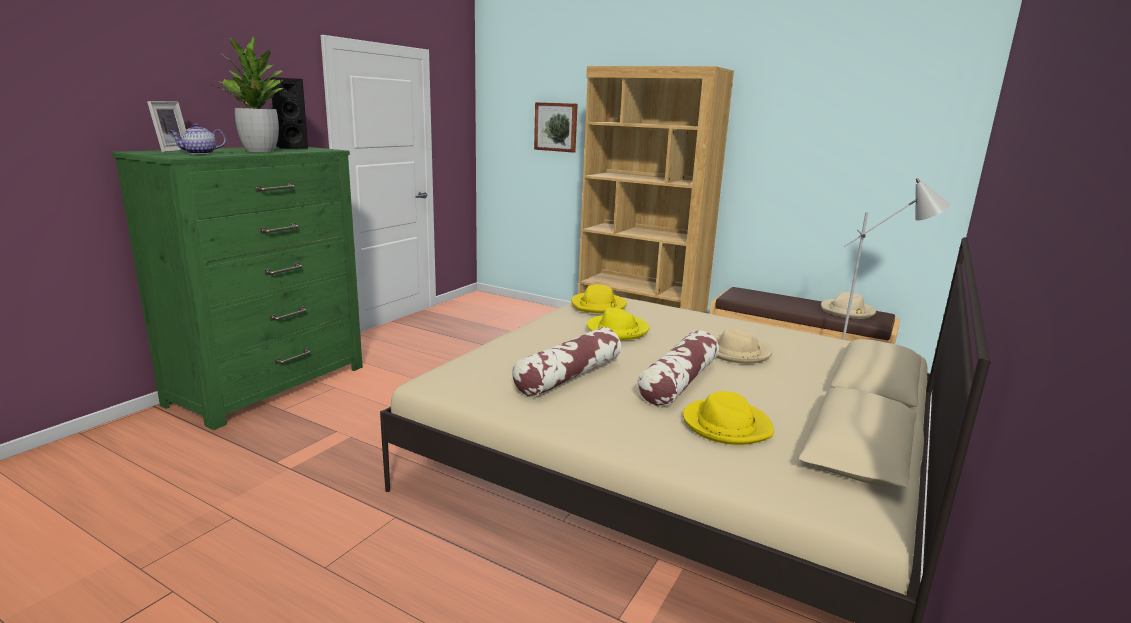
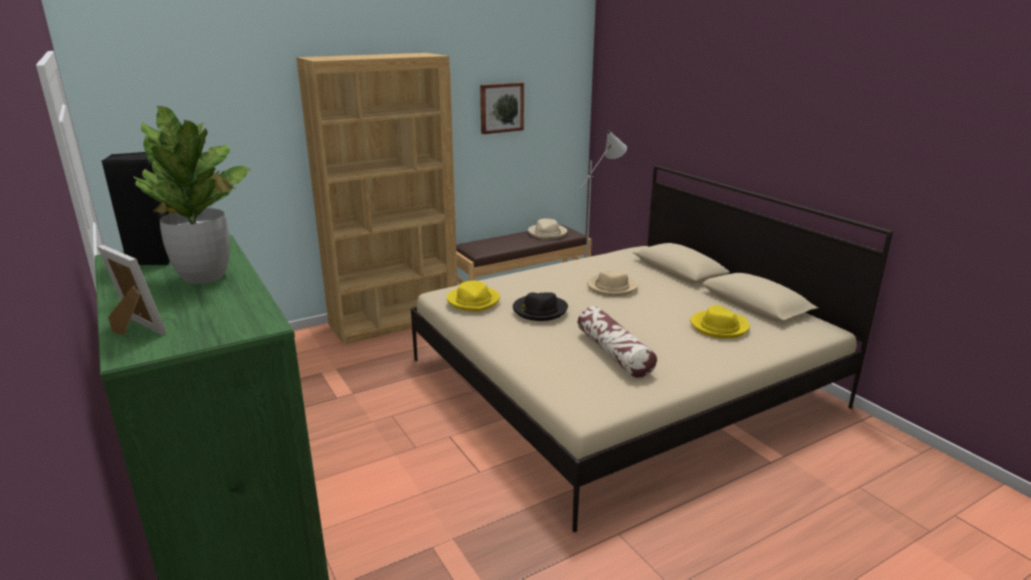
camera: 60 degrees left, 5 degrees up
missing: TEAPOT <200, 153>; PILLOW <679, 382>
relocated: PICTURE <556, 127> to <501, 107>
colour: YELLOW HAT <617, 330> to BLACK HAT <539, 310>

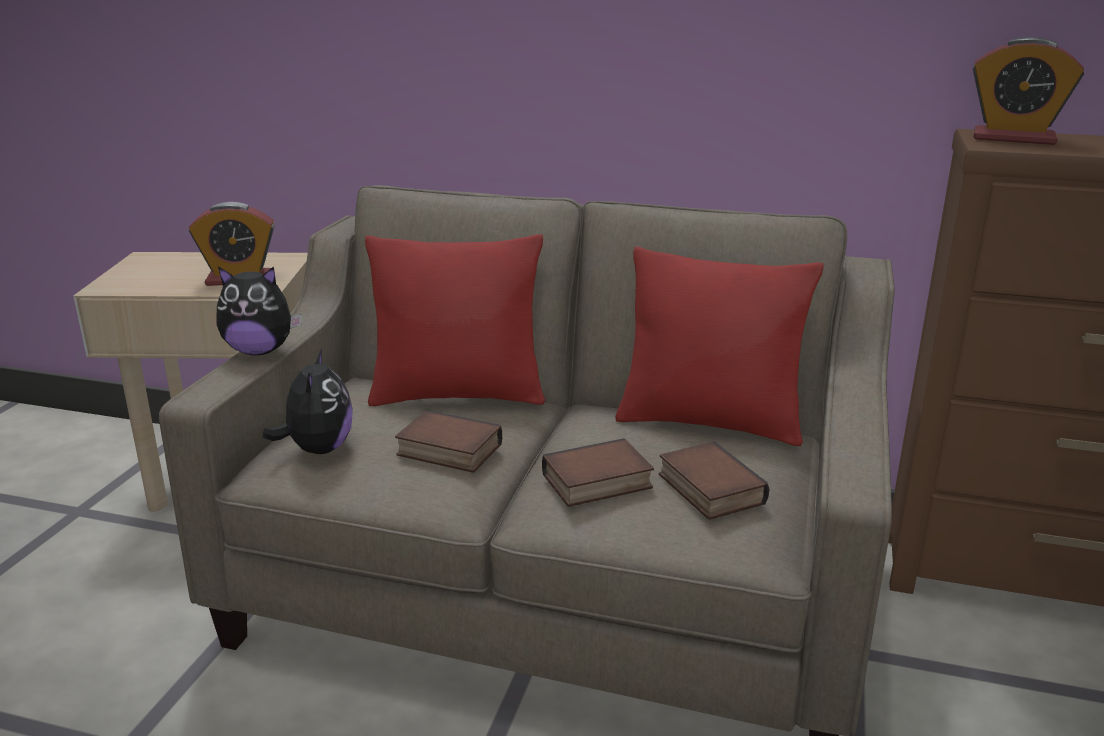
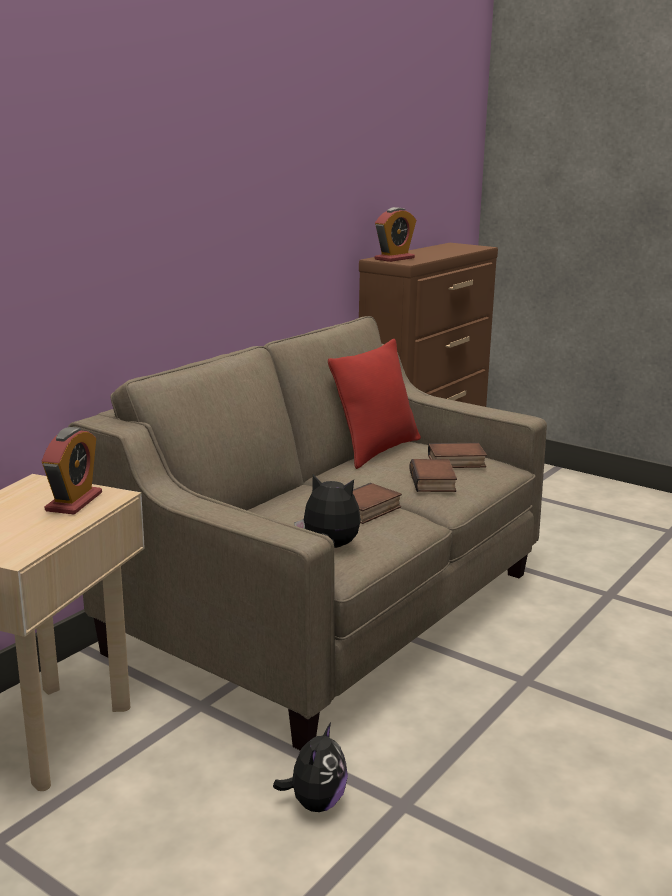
camera: 70 degrees left, 5 degrees down
missing: RED PILLOW <458, 395>
relocated: PLUSH TOY <260, 351> to <315, 803>

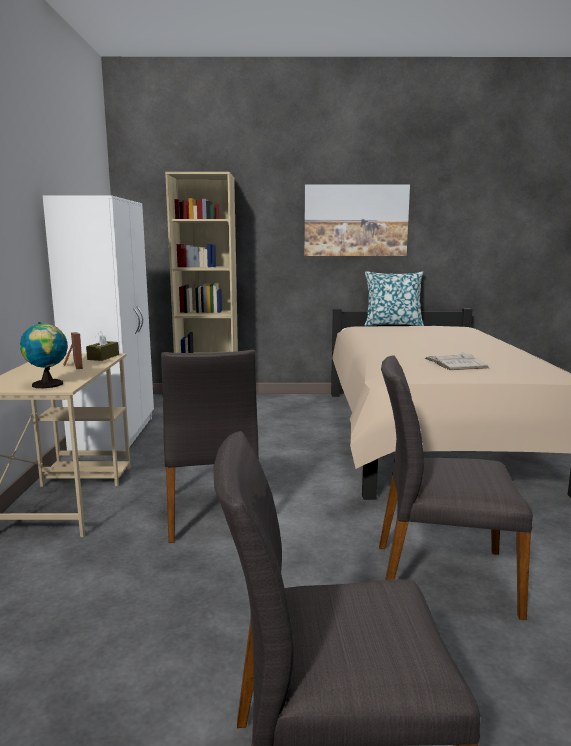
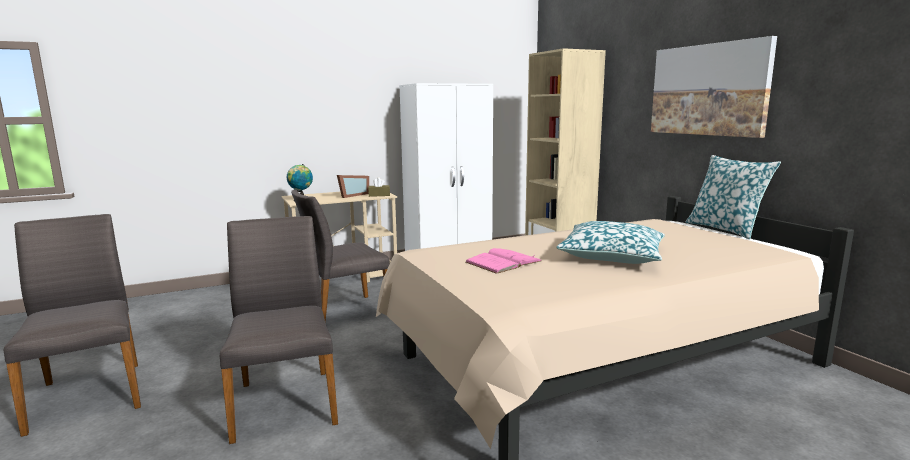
camera: 65 degrees right, 0 degrees up
appeared: PILLOW <612, 255>
colour: WHITE BOOK <455, 363> to PINK BOOK <503, 261>

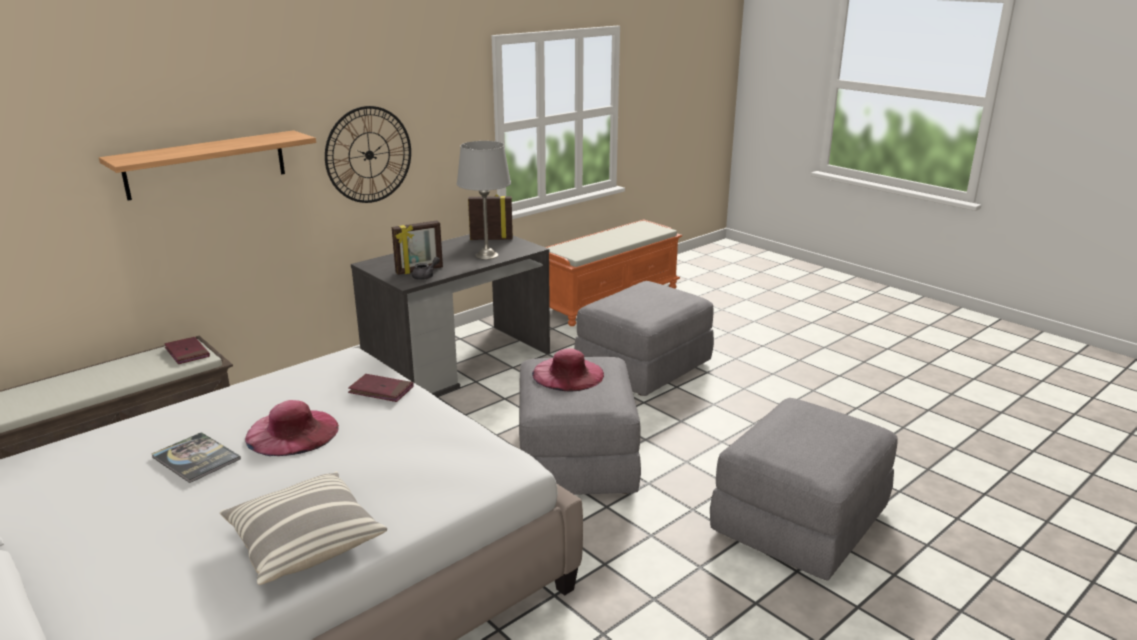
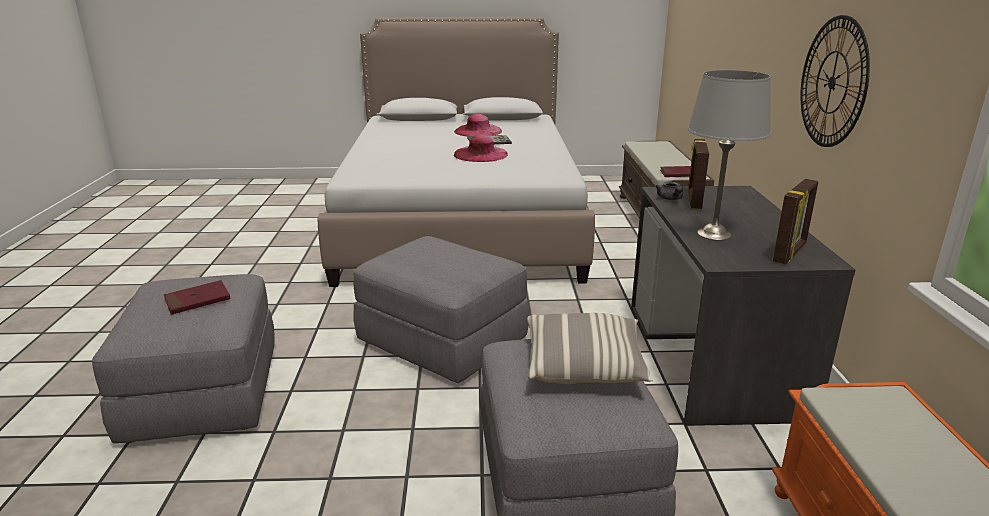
camera: 130 degrees right, 0 degrees up
missing: SHELF <206, 164>
relocated: RED BOOK <381, 390> to <197, 300>; PINK HAT <568, 374> to <478, 131>; PILLOW <304, 542> to <584, 366>

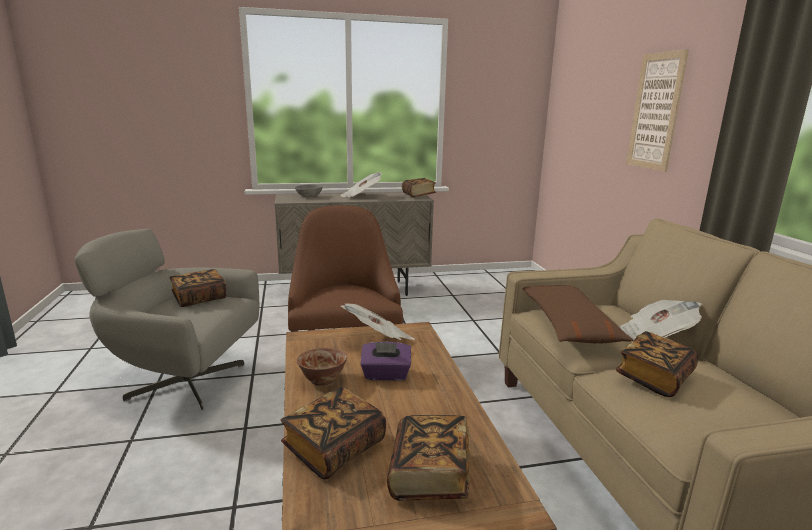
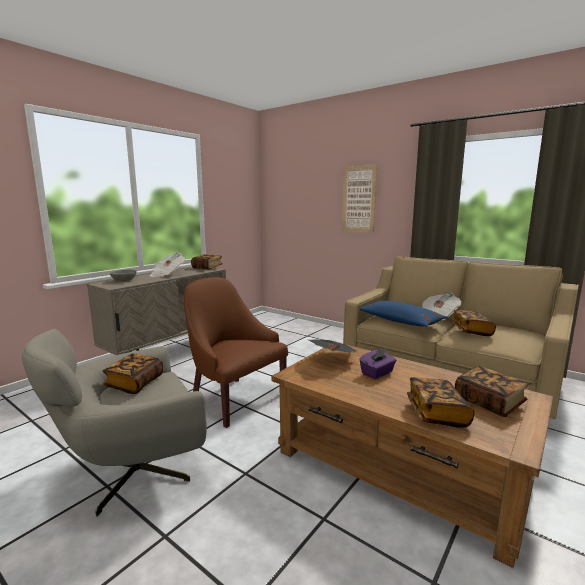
camera: 40 degrees left, 5 degrees down
missing: BOWL <322, 380>
colour: BROWN PILLOW <568, 325> to BLUE PILLOW <400, 321>

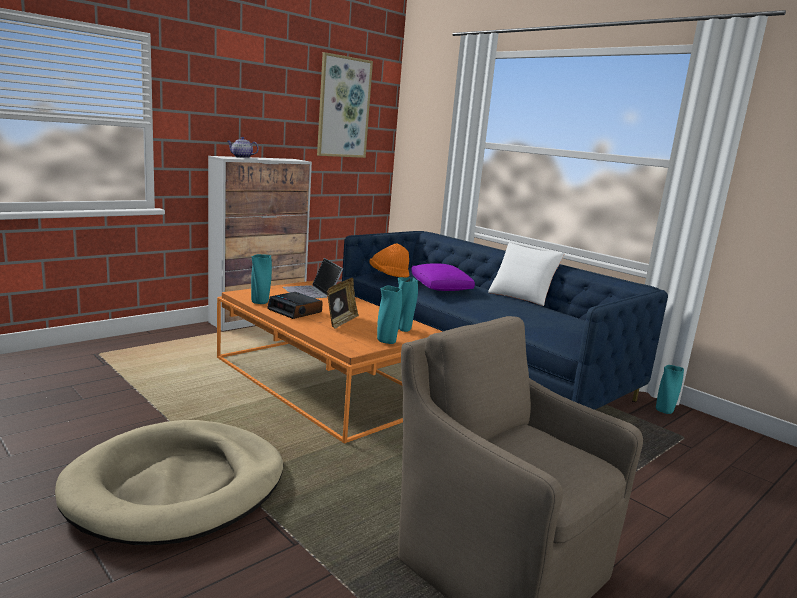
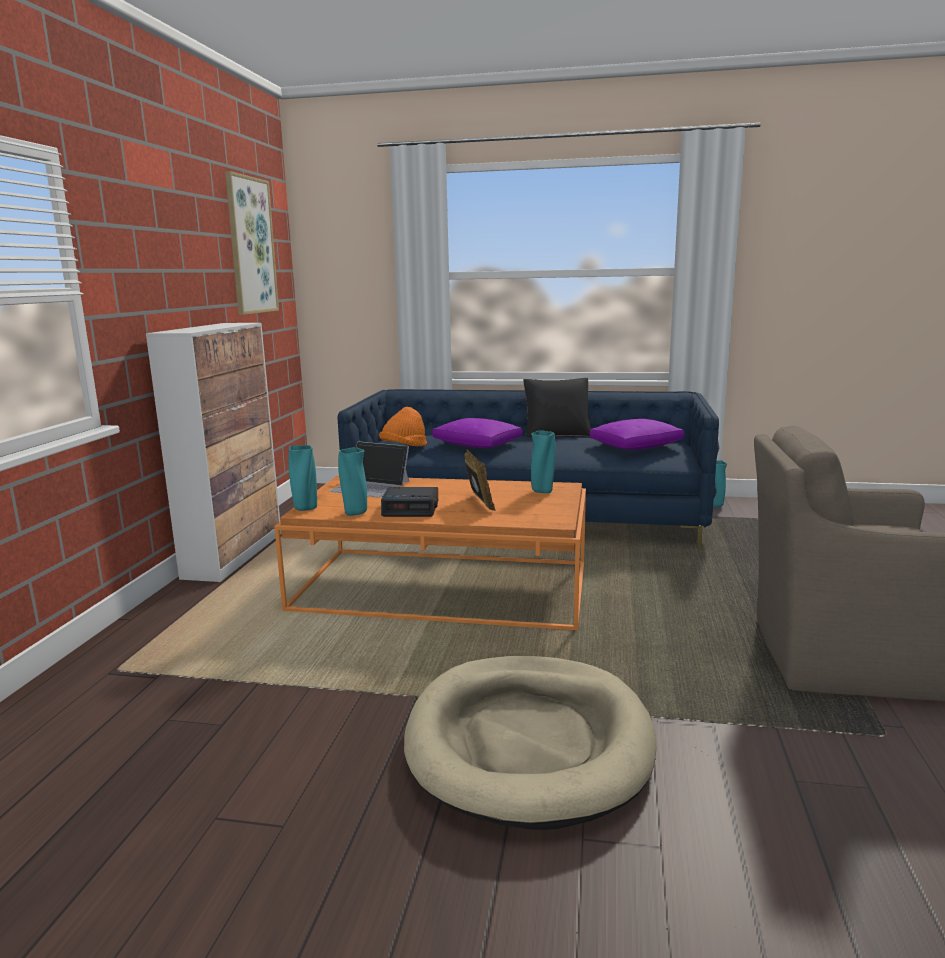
camera: 35 degrees left, 0 degrees up
missing: TEAPOT <241, 157>
appeared: PURPLE PILLOW <636, 446>
relocated: TURQUOISE VASE <387, 341> to <305, 509>
colour: WHITE PILLOW <522, 296> to BLACK PILLOW <557, 433>

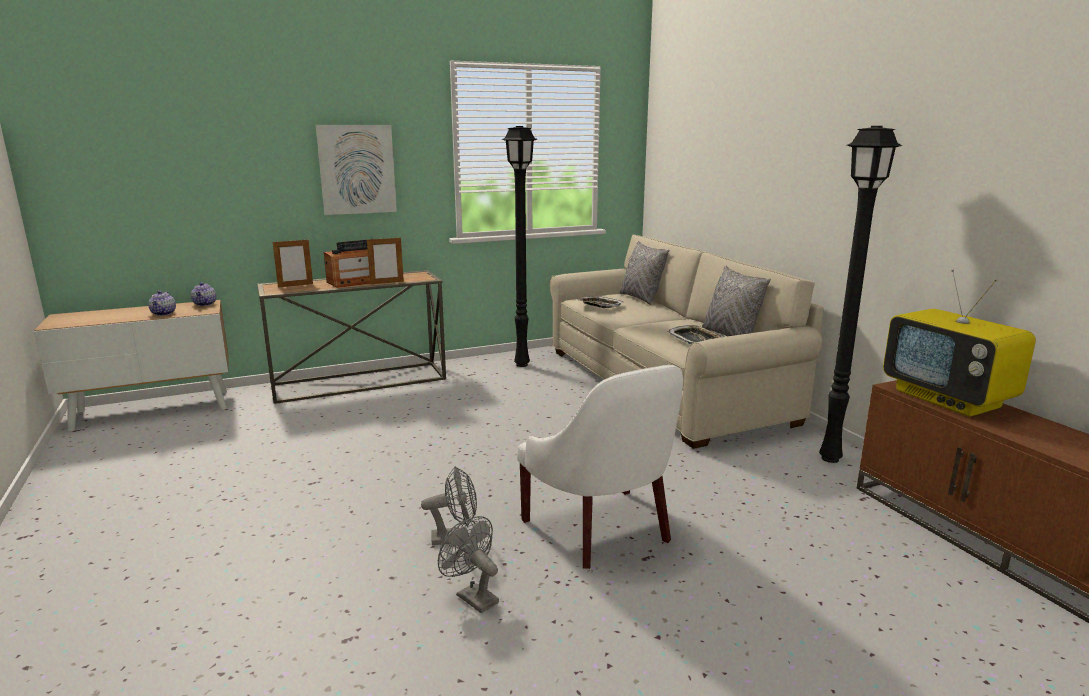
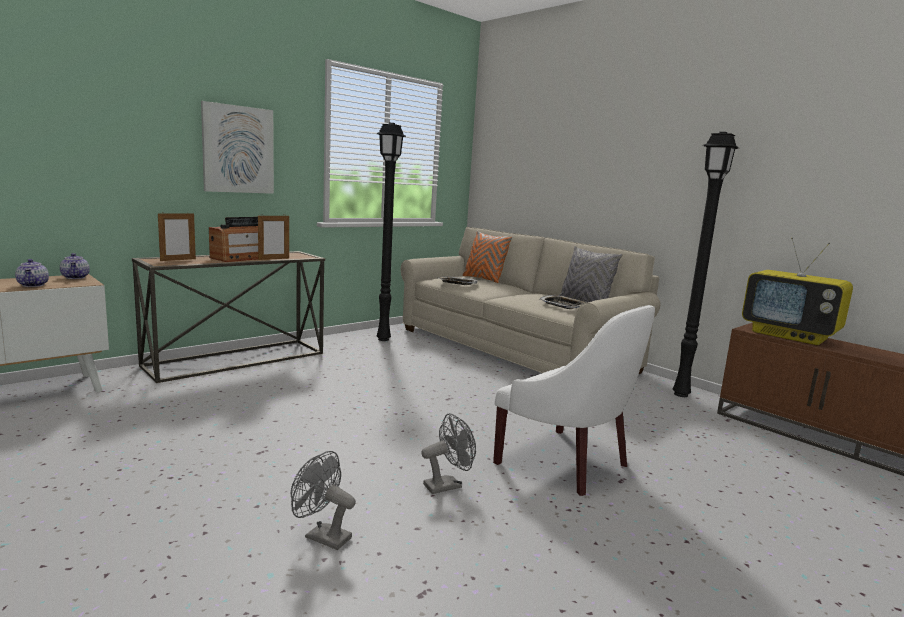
camera: 20 degrees left, 5 degrees down
relocated: GREY FAN <472, 596> to <322, 536>
colour: GREY PILLOW <640, 298> to ORANGE PILLOW <484, 279>

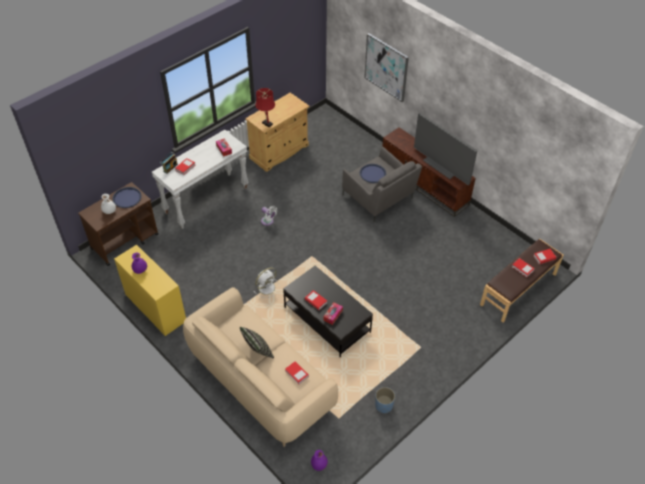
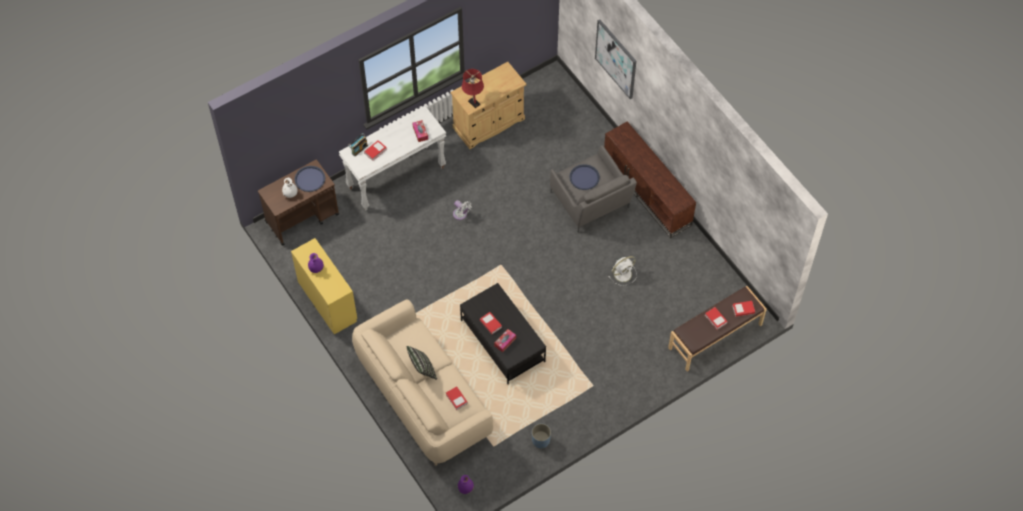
camera: 10 degrees right, 10 degrees up
missing: TELEVISION <442, 166>
relocated: WHITE FAN <267, 287> to <623, 273>

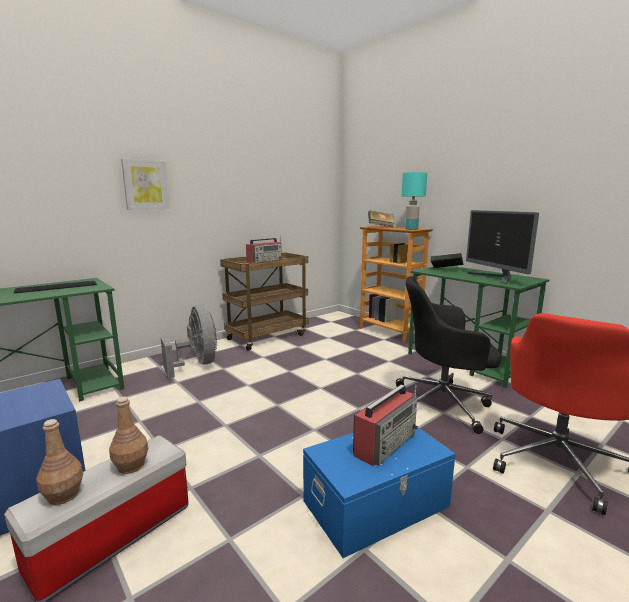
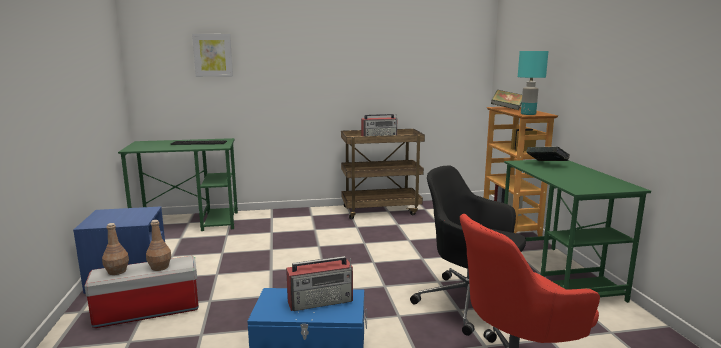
camera: 30 degrees right, 0 degrees up
missing: GREY FAN <197, 364>; MONITOR <496, 278>
relocated: PICTURE <145, 185> to <213, 55>

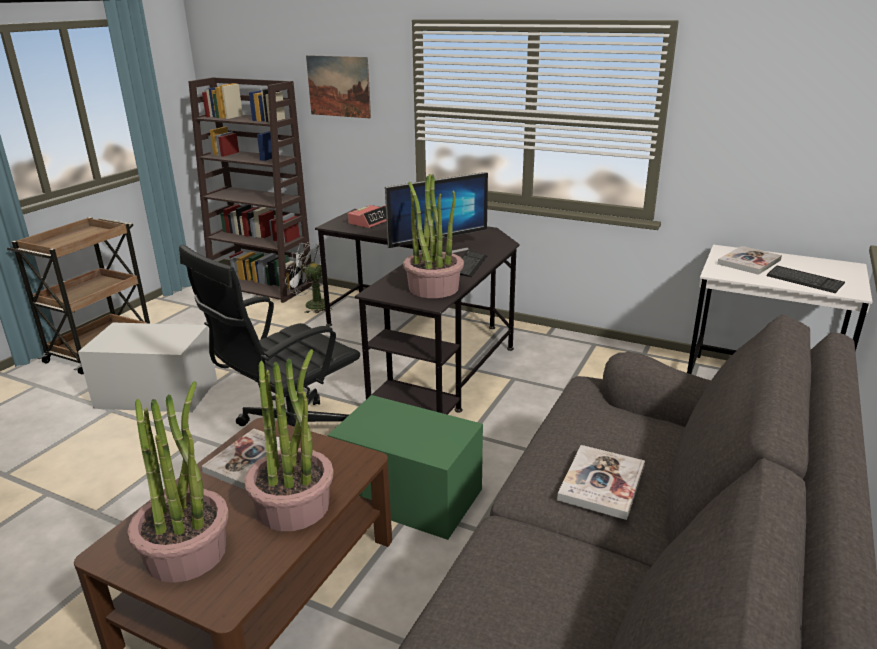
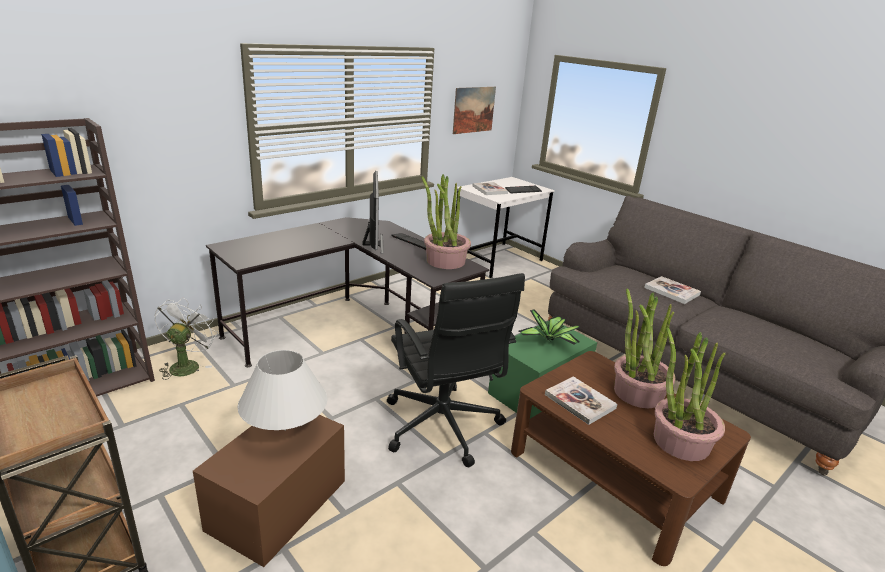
camera: 70 degrees left, 0 degrees up
missing: ALARM CLOCK <370, 222>
appeared: WHITE TABLE LAMP <285, 429>; POTTED PLANT <549, 340>
relocated: PICTURE <338, 86> to <474, 110>
colour: WHITE STORAGE BOX <156, 393> to BROWN STORAGE BOX <277, 505>
spun: WHITE FAN <311, 305> = <187, 365> 150 degrees clockwise

